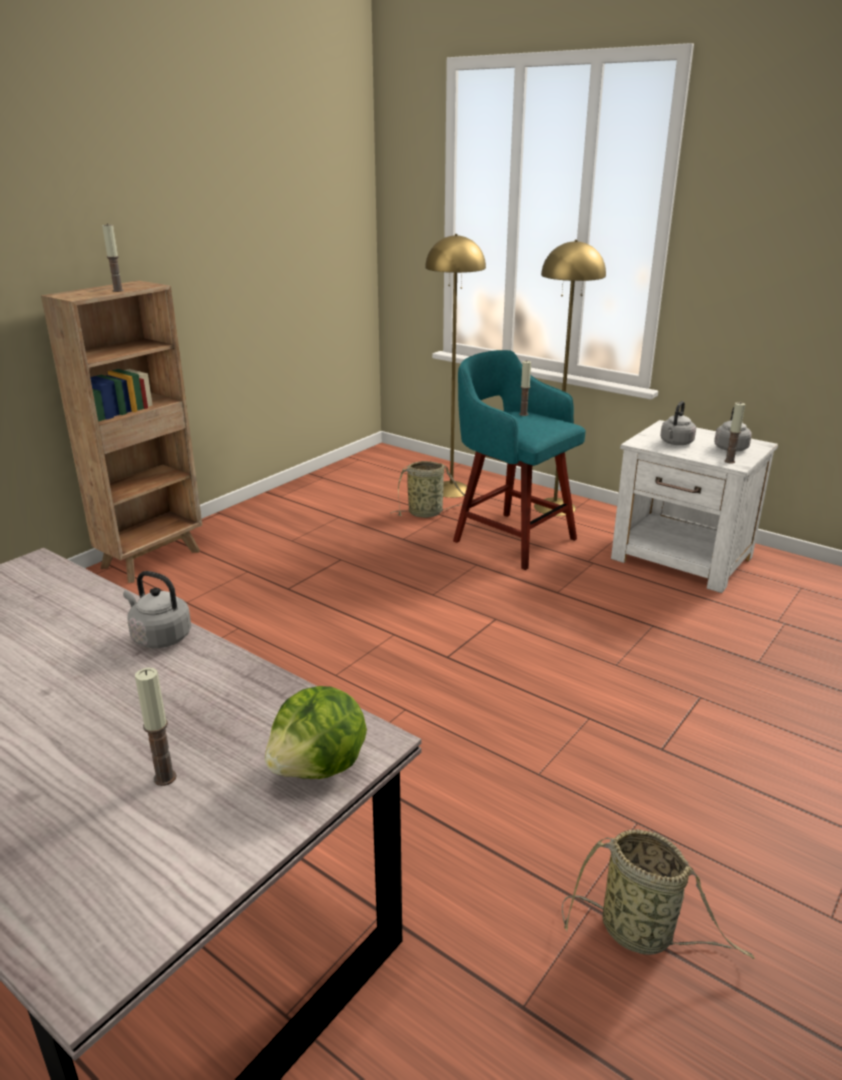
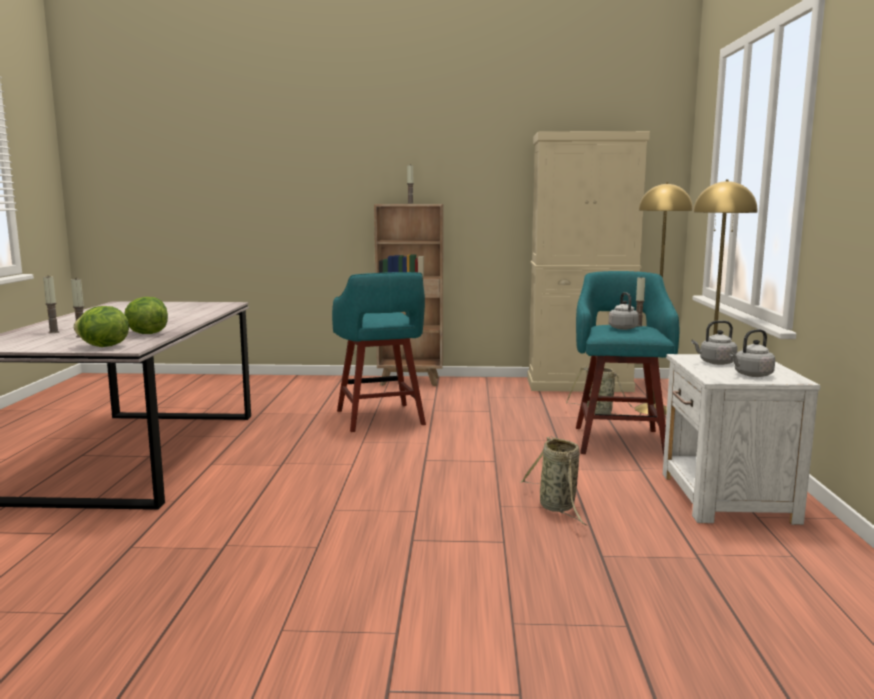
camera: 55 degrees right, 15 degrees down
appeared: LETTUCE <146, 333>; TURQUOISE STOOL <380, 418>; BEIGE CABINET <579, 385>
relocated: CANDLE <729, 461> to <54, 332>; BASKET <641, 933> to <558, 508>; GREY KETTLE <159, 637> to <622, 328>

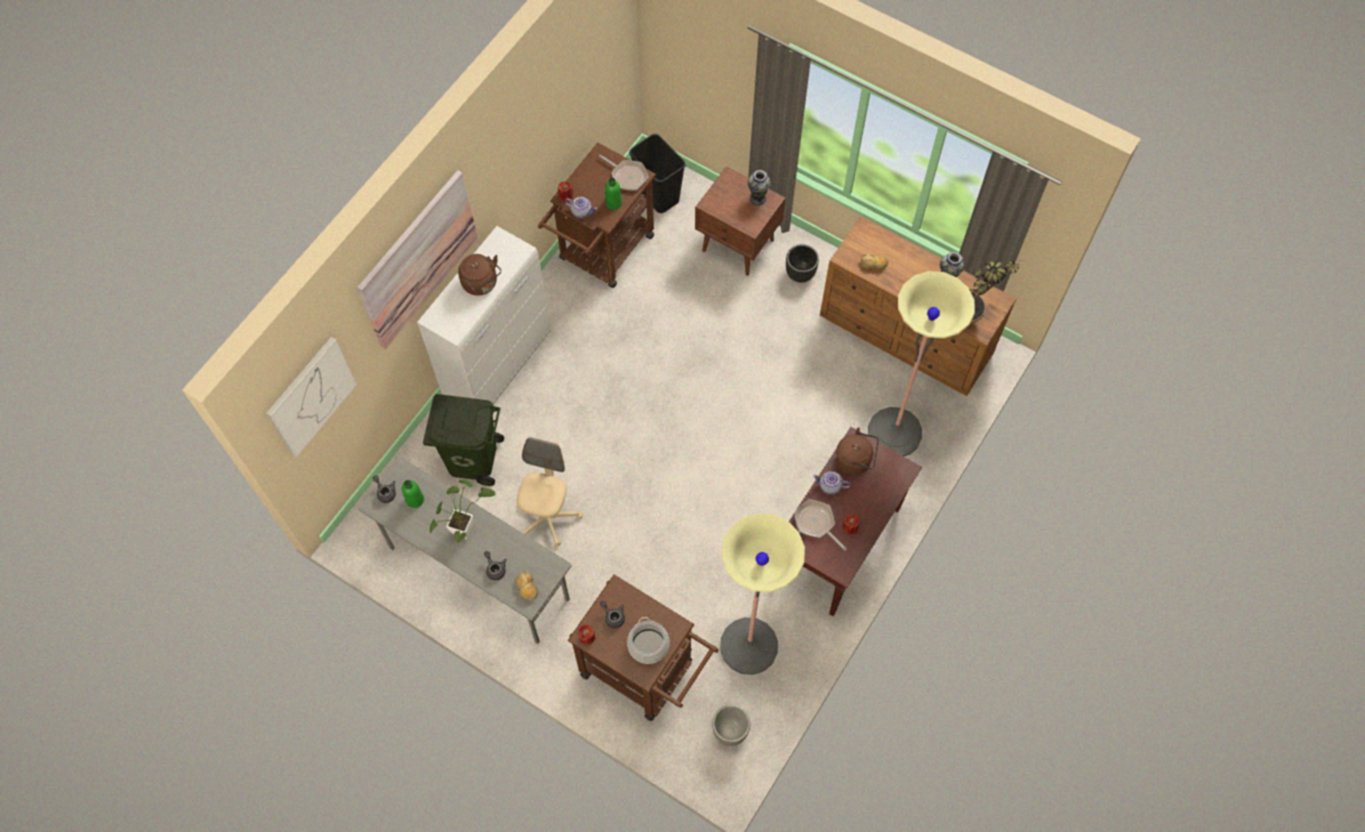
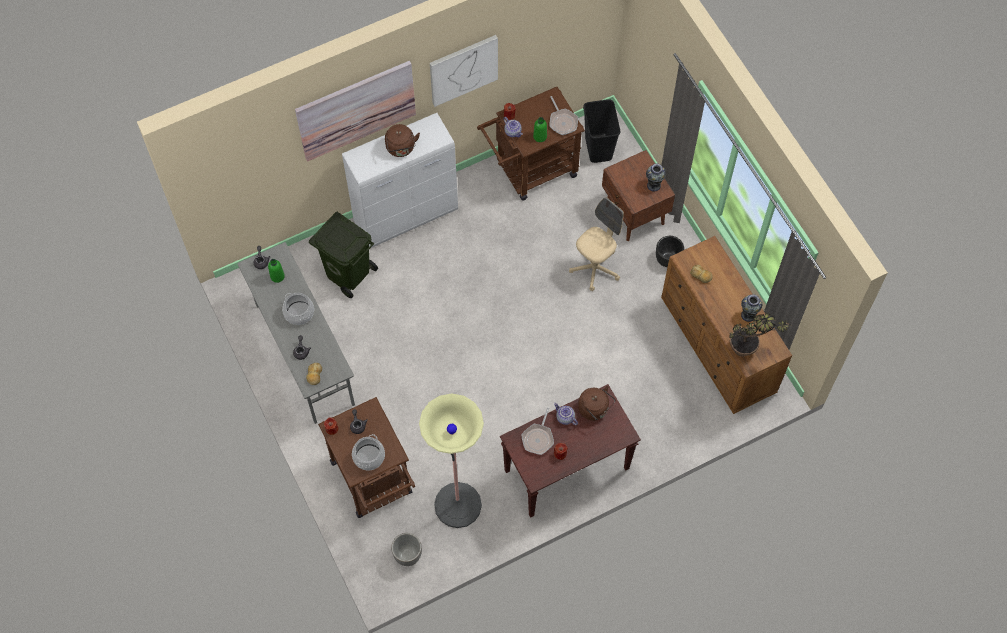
camera: 30 degrees right, 0 degrees up
missing: FLOOR LAMP <894, 432>
relocated: PICTURE <311, 396> to <463, 69>; BEIGE OFFICE CHAIR <548, 517> to <595, 268>
exchanged: POTTED PLANT <465, 527> to COOKING POT <299, 312>
spun: FRYING PAN <816, 523> = <538, 438> 150 degrees counterclockwise

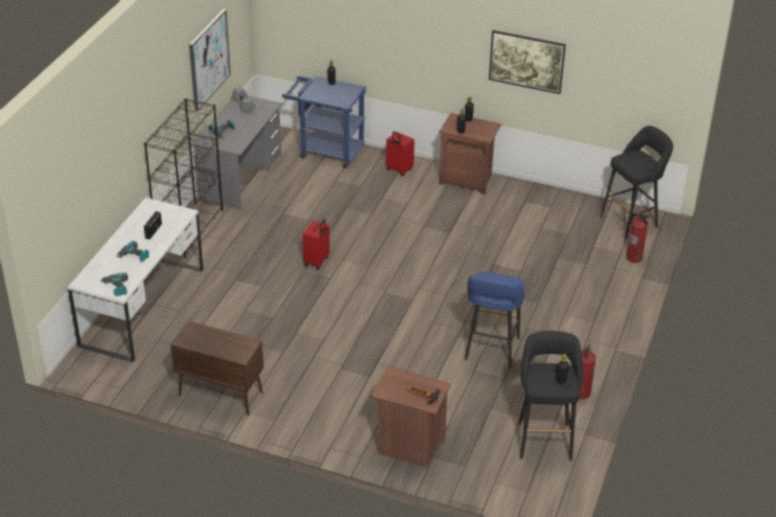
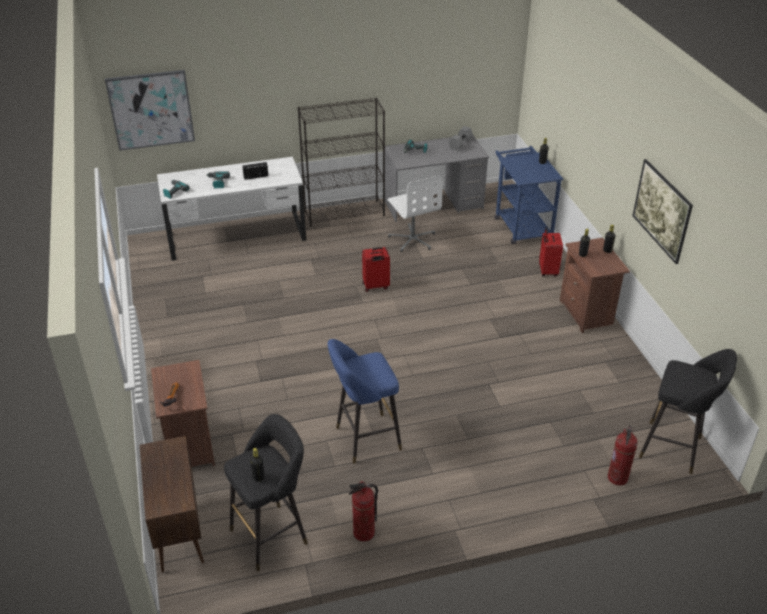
camera: 55 degrees right, 0 degrees up
appeared: WHITE OFFICE CHAIR <413, 239>
relocated: PICTURE <209, 59> to <151, 110>; BROWN CABINET <220, 394> to <178, 530>

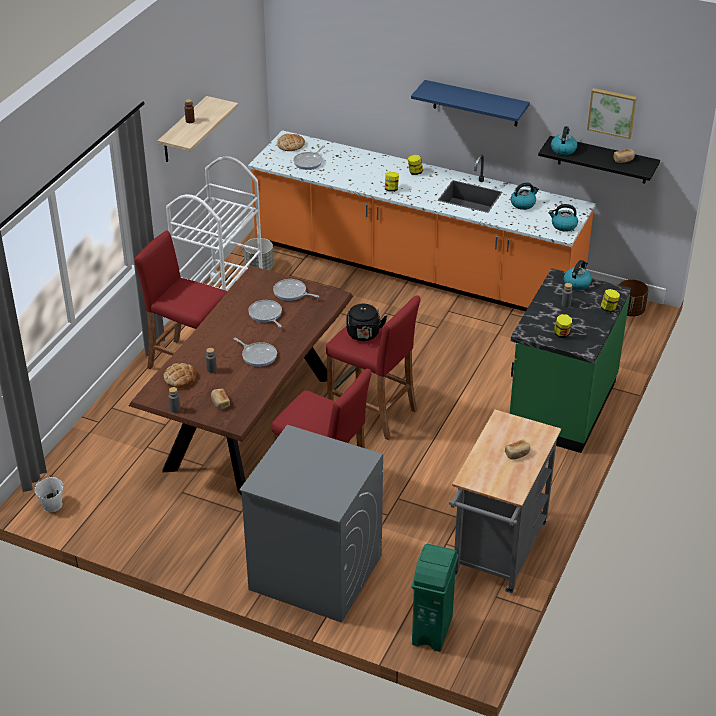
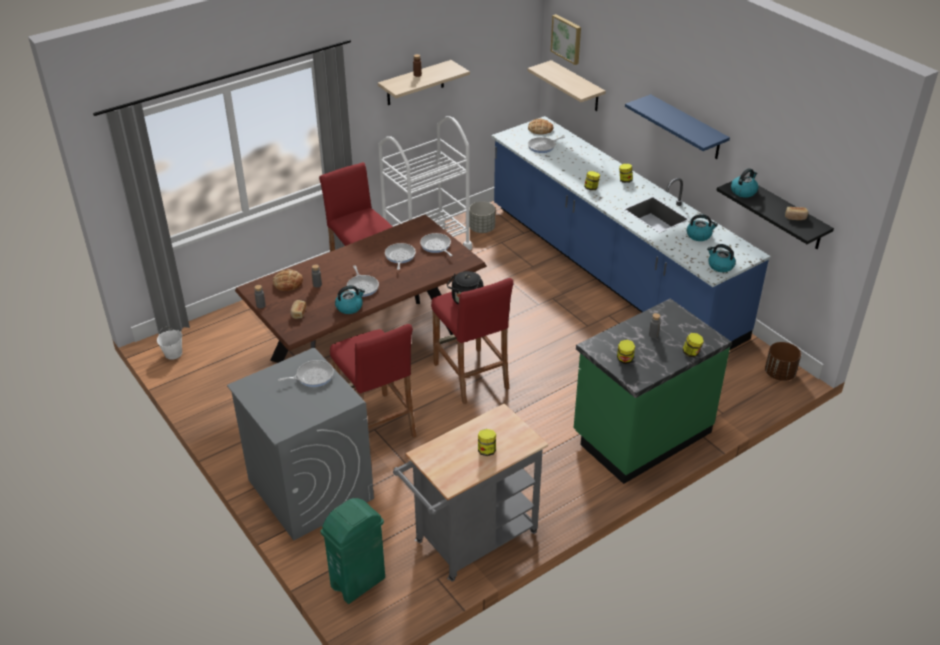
camera: 30 degrees right, 0 degrees up
appeared: FRYING PAN <312, 376>; SHELF <577, 87>
relocated: KETTLE <577, 283> to <349, 307>; PICTURE <612, 112> to <567, 38>
exchanged: BREAD <517, 454> to JAR <486, 450>
colour: ORANGE COUNTER <415, 268> to BLUE COUNTER <611, 270>

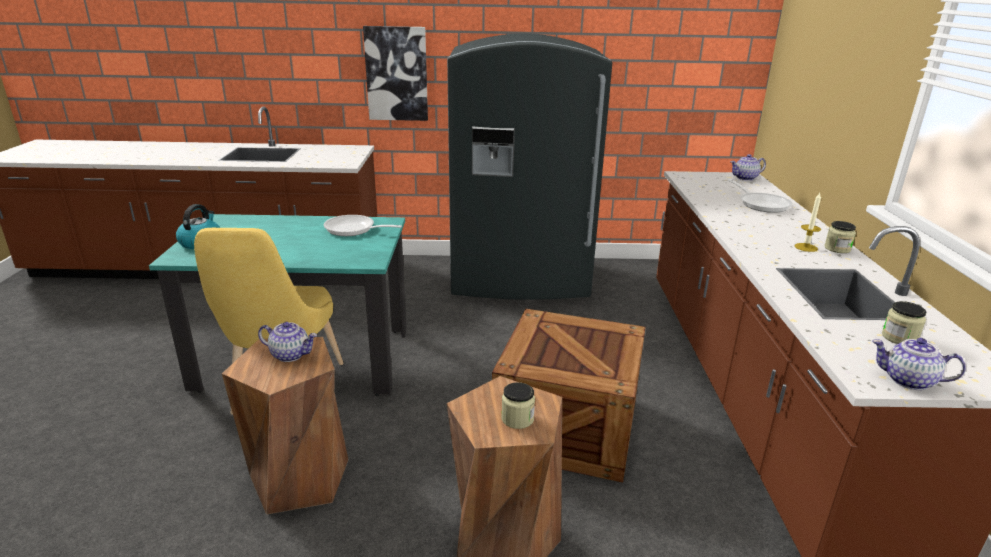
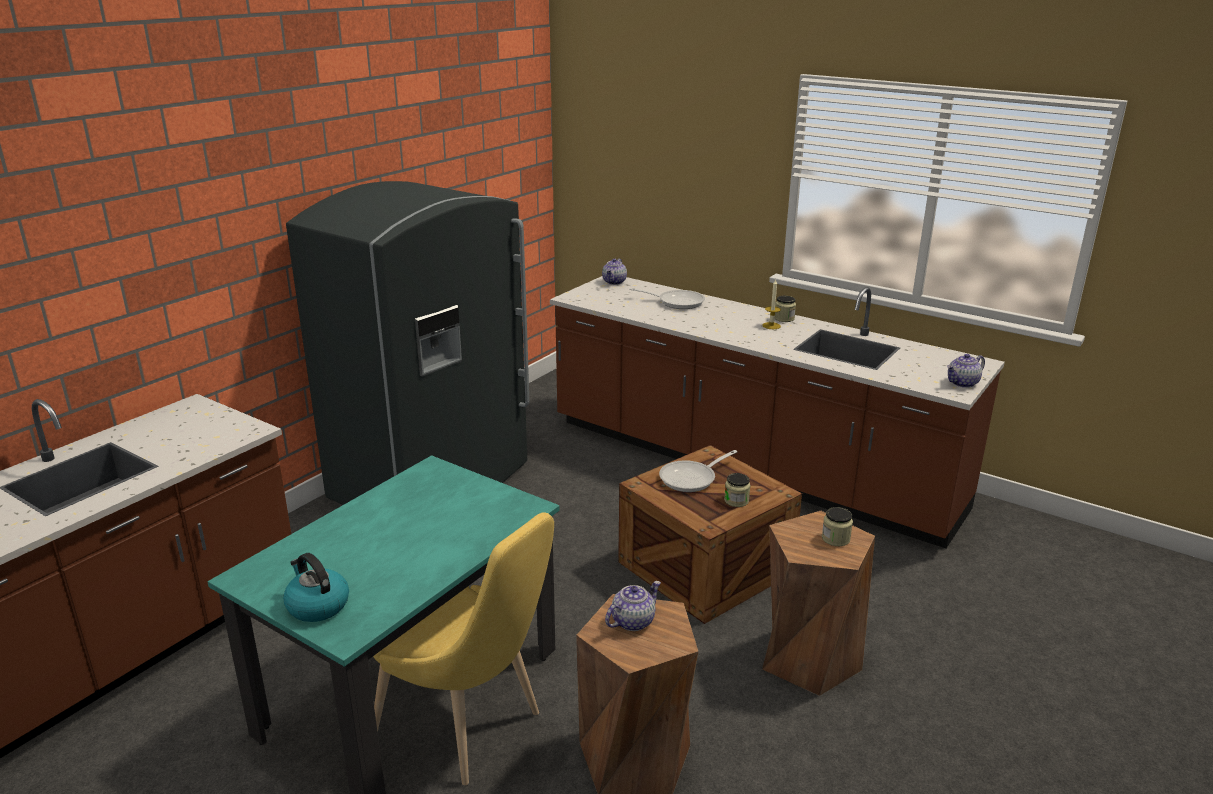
camera: 55 degrees left, 0 degrees up
missing: PICTURE <397, 74>
relocated: FRYING PAN <354, 230> to <692, 478>; JAR <899, 338> to <736, 501>

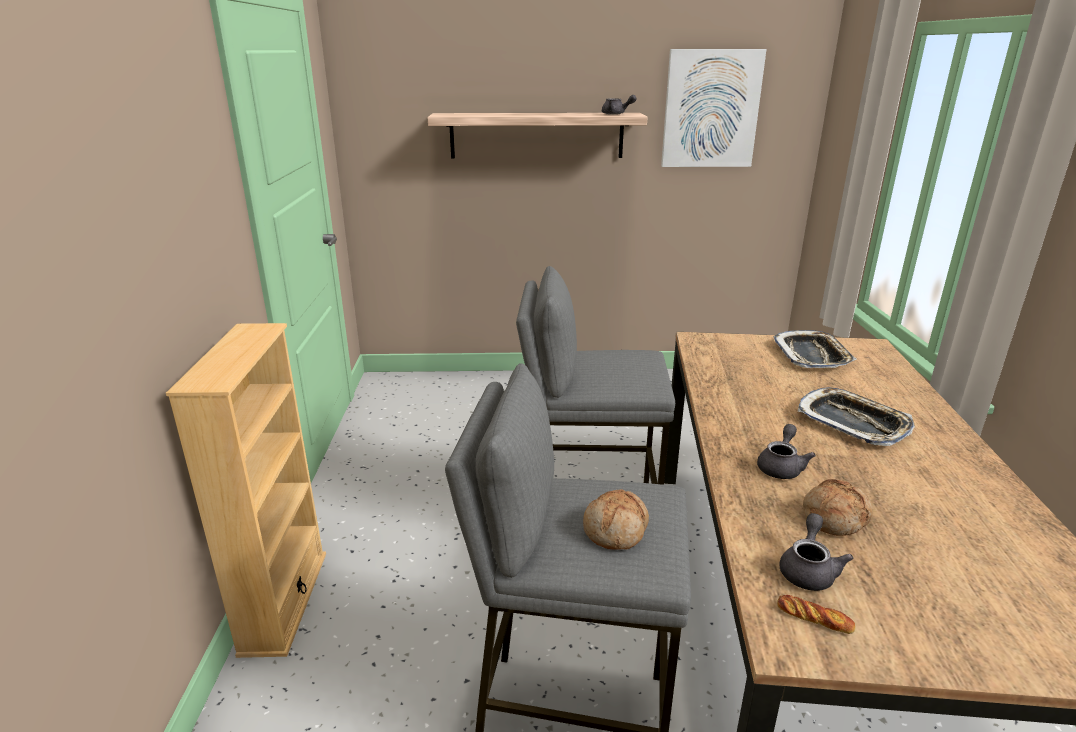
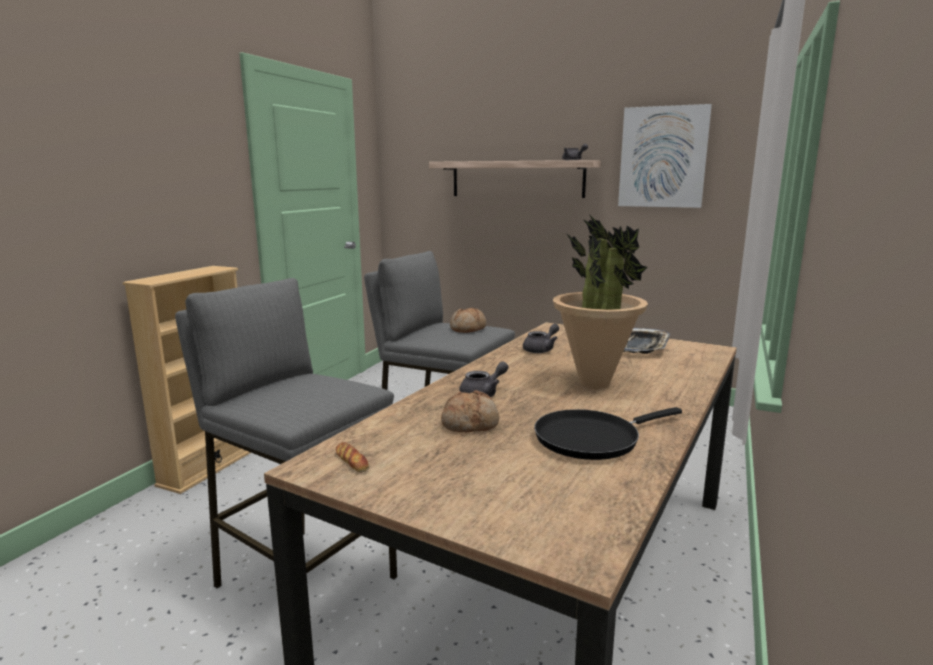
camera: 25 degrees right, 10 degrees down
appeared: BLACK FRYING PAN <592, 438>
relocated: BREAD <616, 530> to <468, 329>; GREY TEAPOT <808, 569> to <541, 349>
exchanged: TRAY <852, 422> to POTTED PLANT <595, 384>

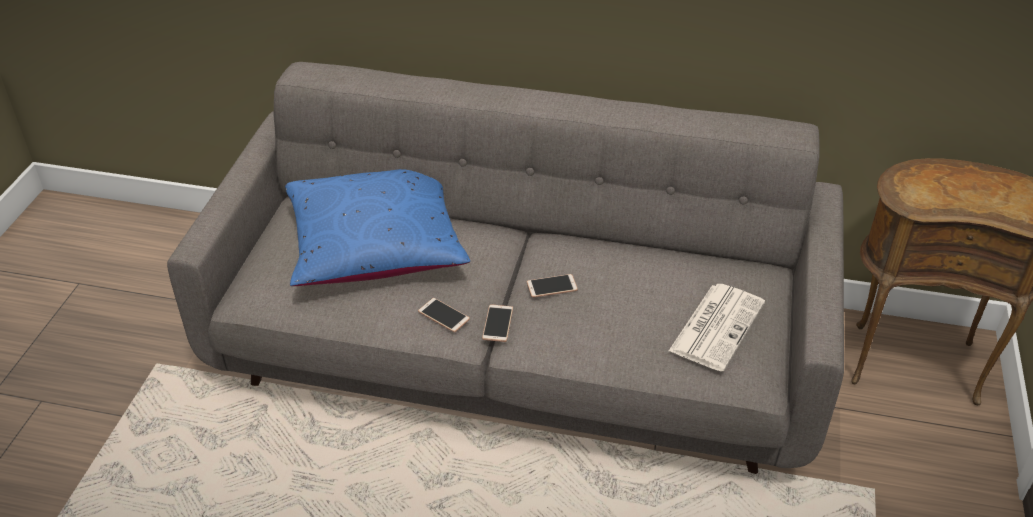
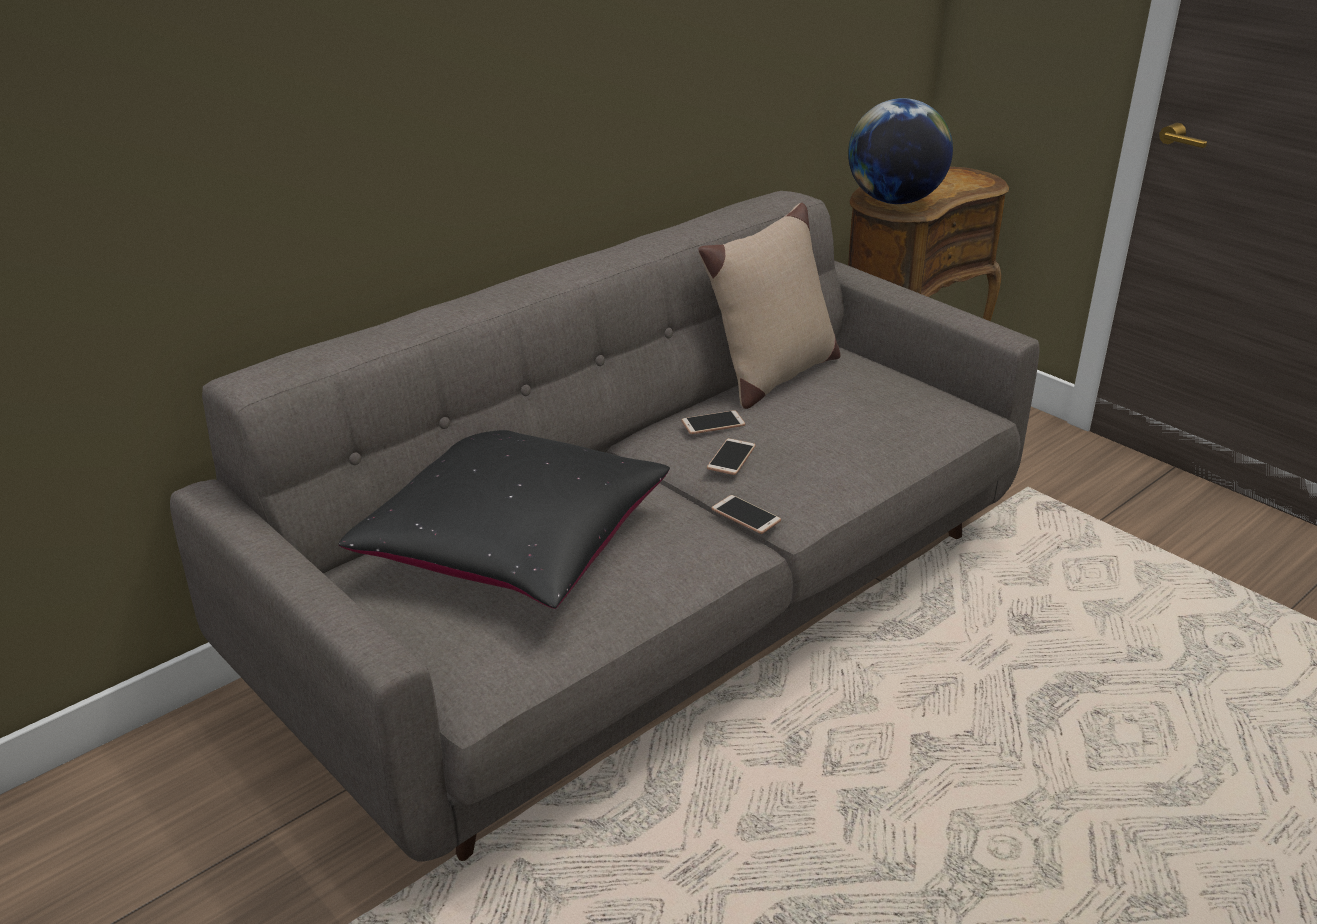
camera: 55 degrees left, 10 degrees down
missing: NEWSPAPER <717, 326>
appeared: BEIGE PILLOW <771, 376>; GLOBE <894, 201>
relocated: PHONE <443, 315> to <713, 423>
colour: BLUE PILLOW <376, 245> to BLACK PILLOW <514, 542>

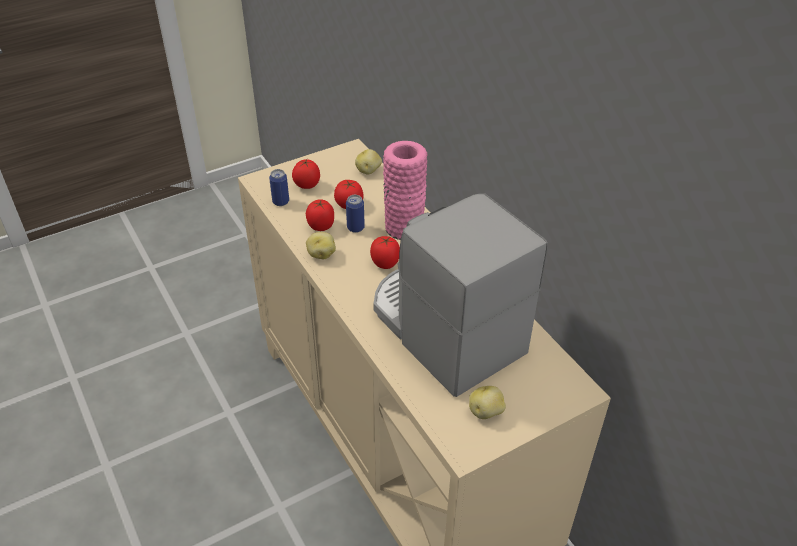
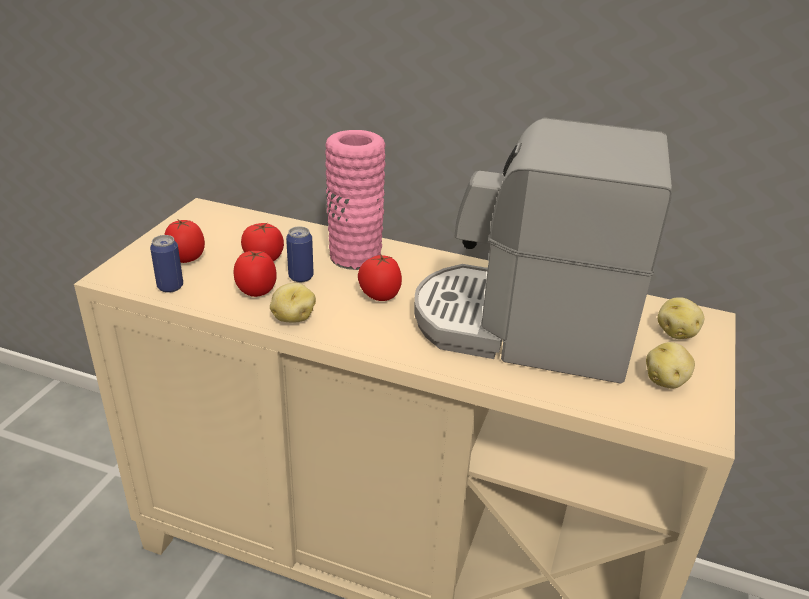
camera: 40 degrees left, 10 degrees down
relocated: POTATO <368, 171> to <676, 333>

